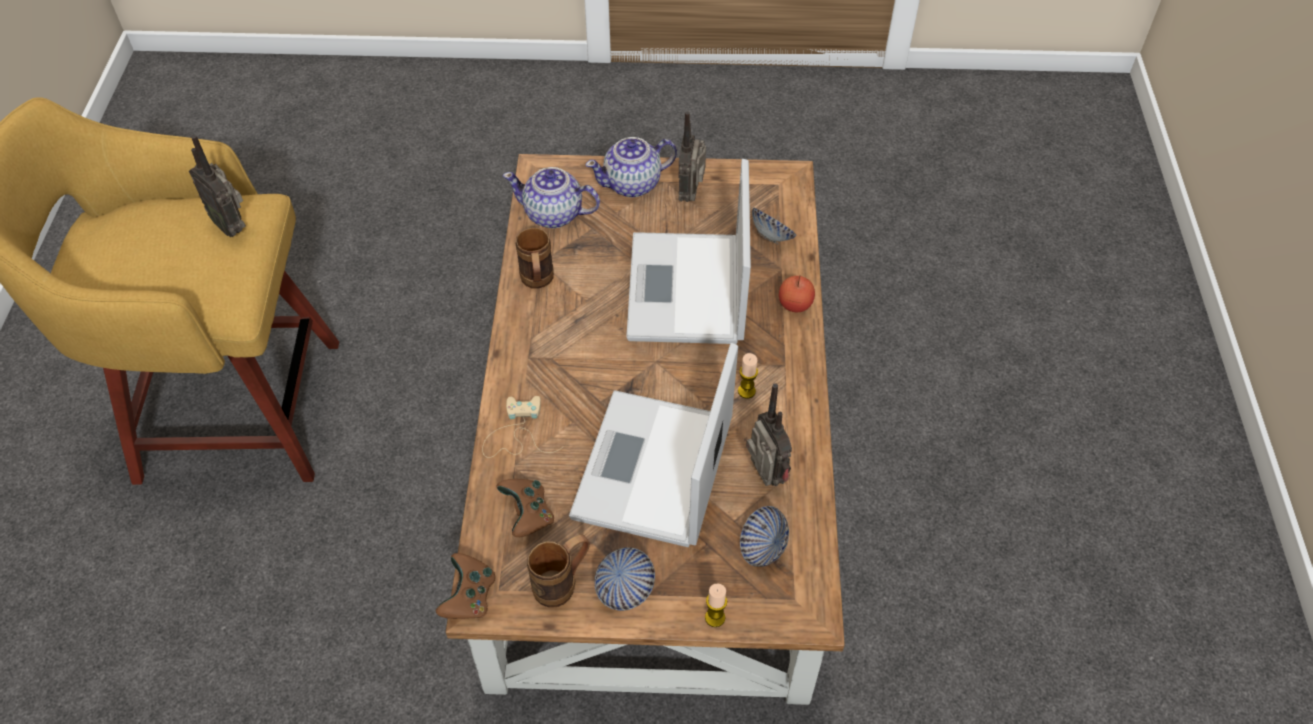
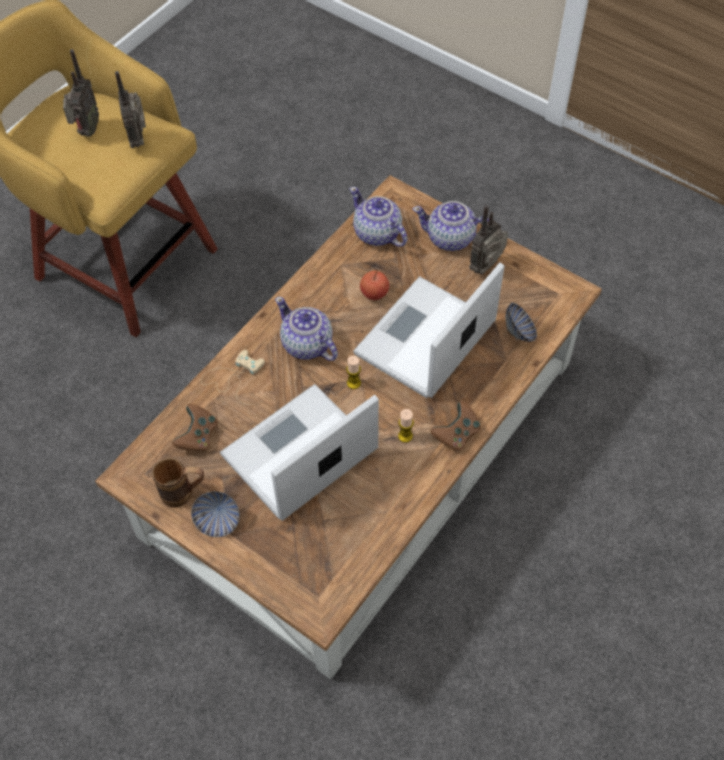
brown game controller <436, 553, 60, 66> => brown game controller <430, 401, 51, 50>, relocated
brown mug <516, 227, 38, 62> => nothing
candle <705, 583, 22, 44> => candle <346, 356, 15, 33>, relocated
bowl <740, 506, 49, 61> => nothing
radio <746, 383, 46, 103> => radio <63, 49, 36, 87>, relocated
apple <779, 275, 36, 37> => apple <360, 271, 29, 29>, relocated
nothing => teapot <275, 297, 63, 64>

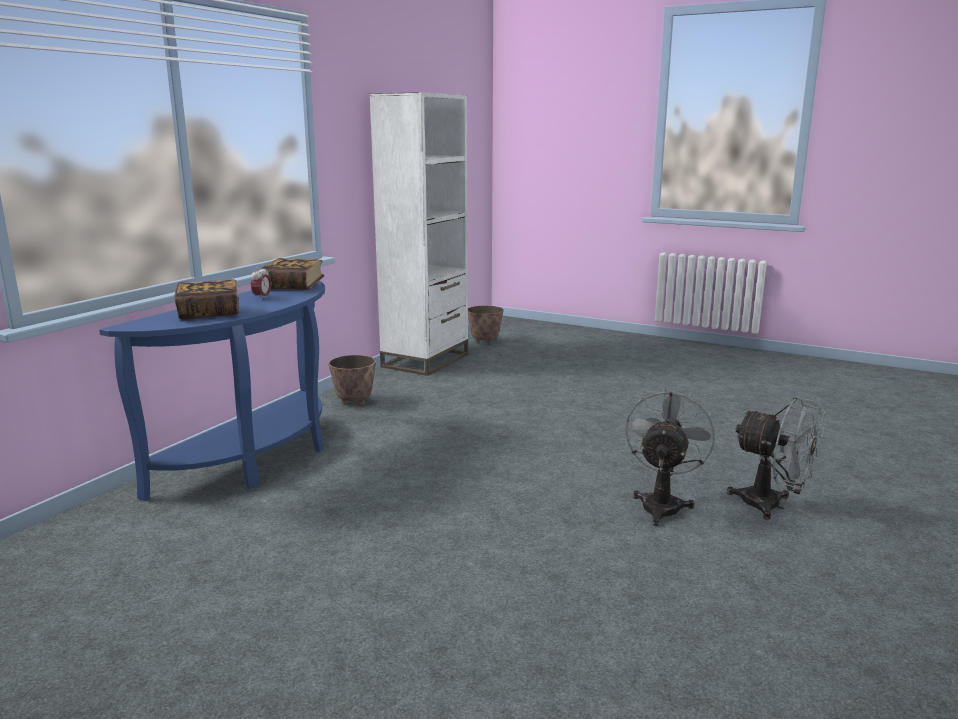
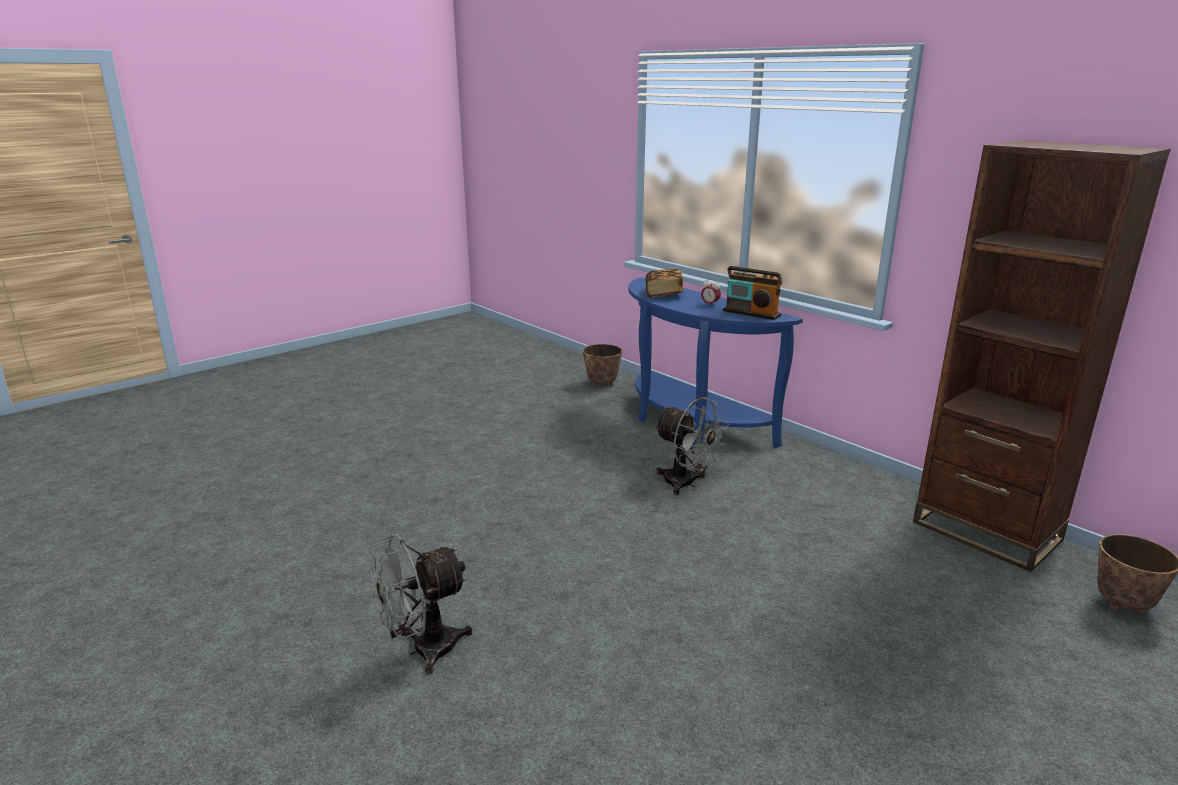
book <261, 258, 63, 32> => radio <723, 266, 59, 54>
planter <328, 355, 48, 50> => planter <583, 344, 39, 43>, relocated
white bookcase <369, 92, 99, 284> => brown bookcase <913, 140, 258, 432>
grey fan <625, 387, 91, 139> => grey fan <654, 397, 75, 98>, relocated

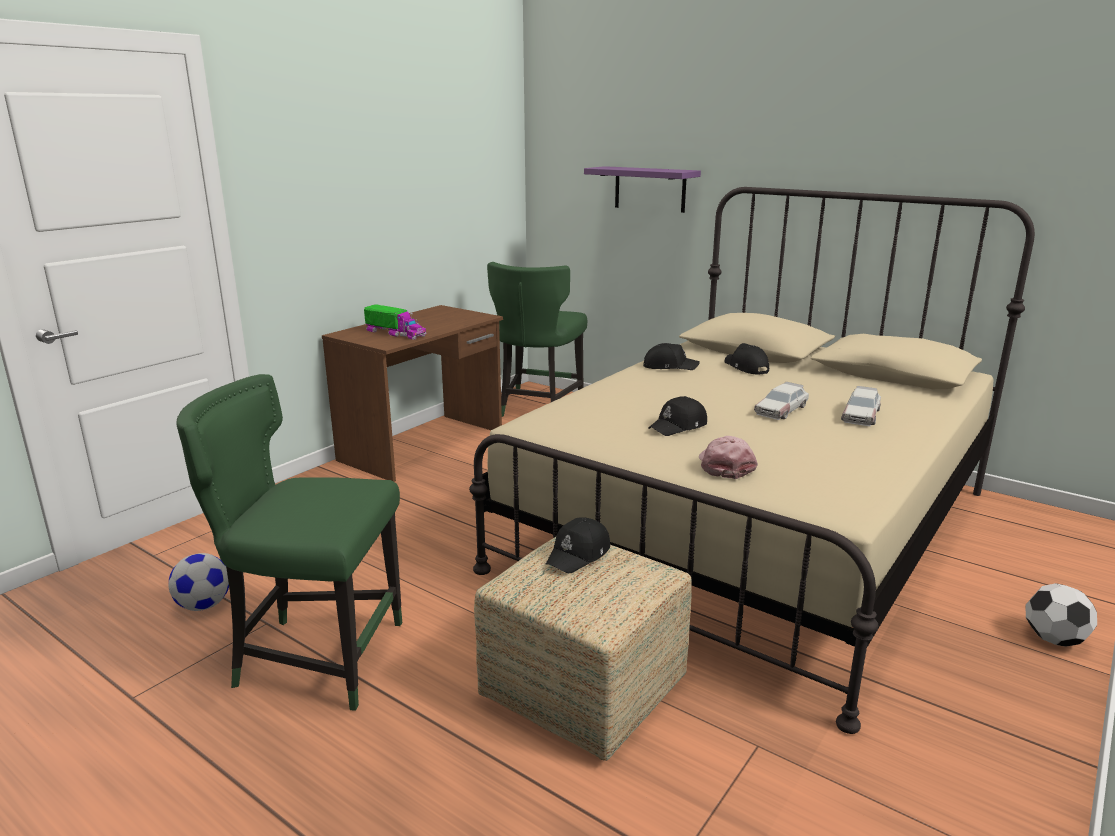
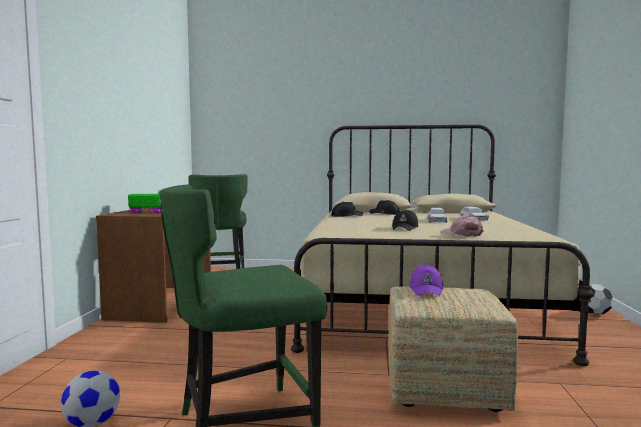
black cap <546, 517, 64, 57> => purple cap <409, 265, 35, 31>
purple shelf <584, 166, 117, 47> => nothing

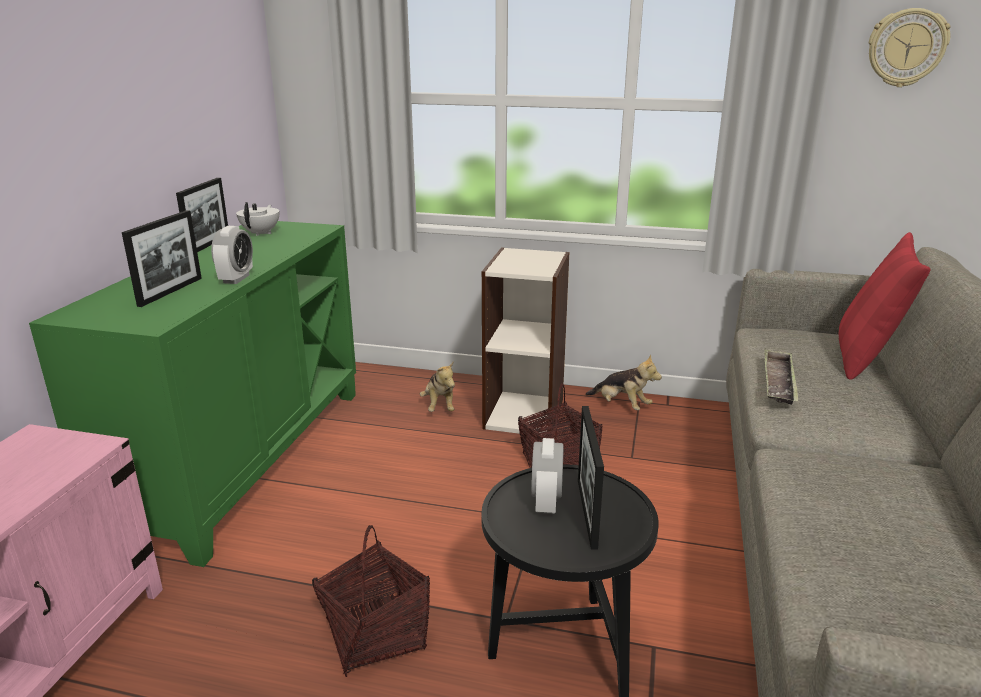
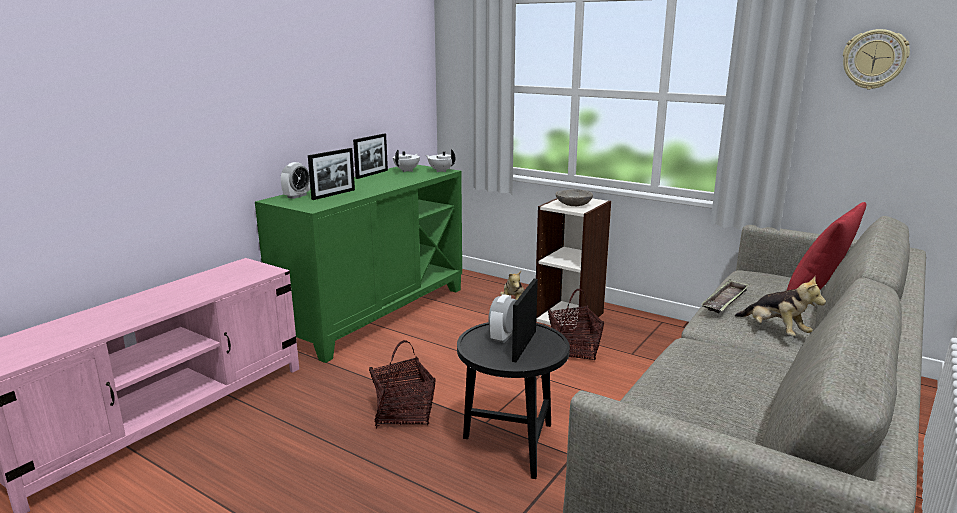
alarm clock <211, 226, 42, 58> => alarm clock <281, 162, 29, 37>, relocated
plush toy <585, 355, 77, 55> => plush toy <735, 276, 91, 60>, relocated
nothing => white teapot <426, 149, 29, 23>
nothing => grey bowl <555, 189, 38, 17>

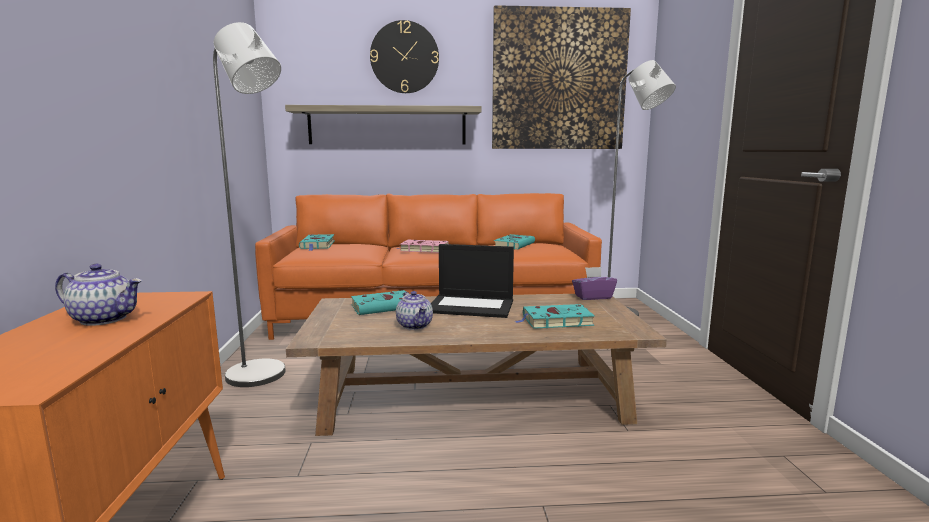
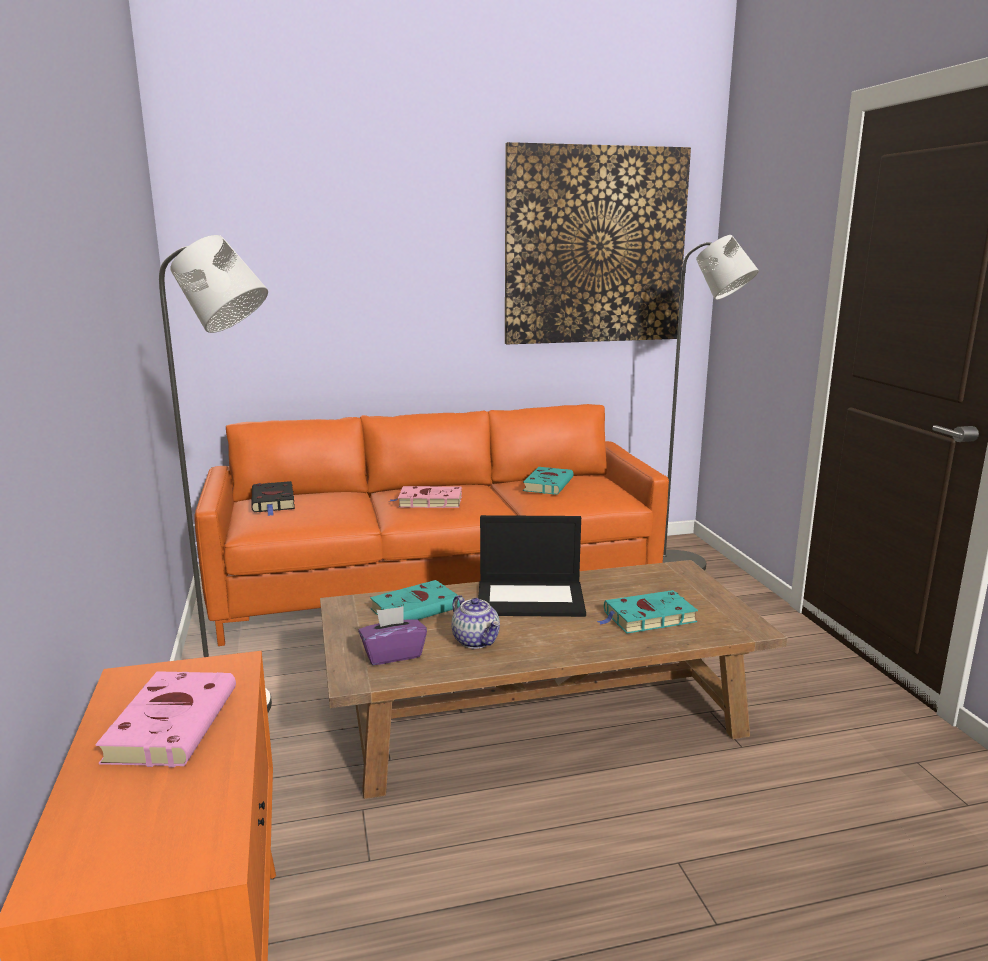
teapot <55, 264, 87, 62> => pink book <95, 671, 141, 97>
shelf <285, 105, 197, 39> => nothing
turquoise book <299, 234, 36, 17> => black book <251, 481, 44, 35>
wall clock <370, 20, 69, 73> => nothing
purple tissue box <572, 267, 45, 33> => purple tissue box <358, 606, 69, 59>, relocated

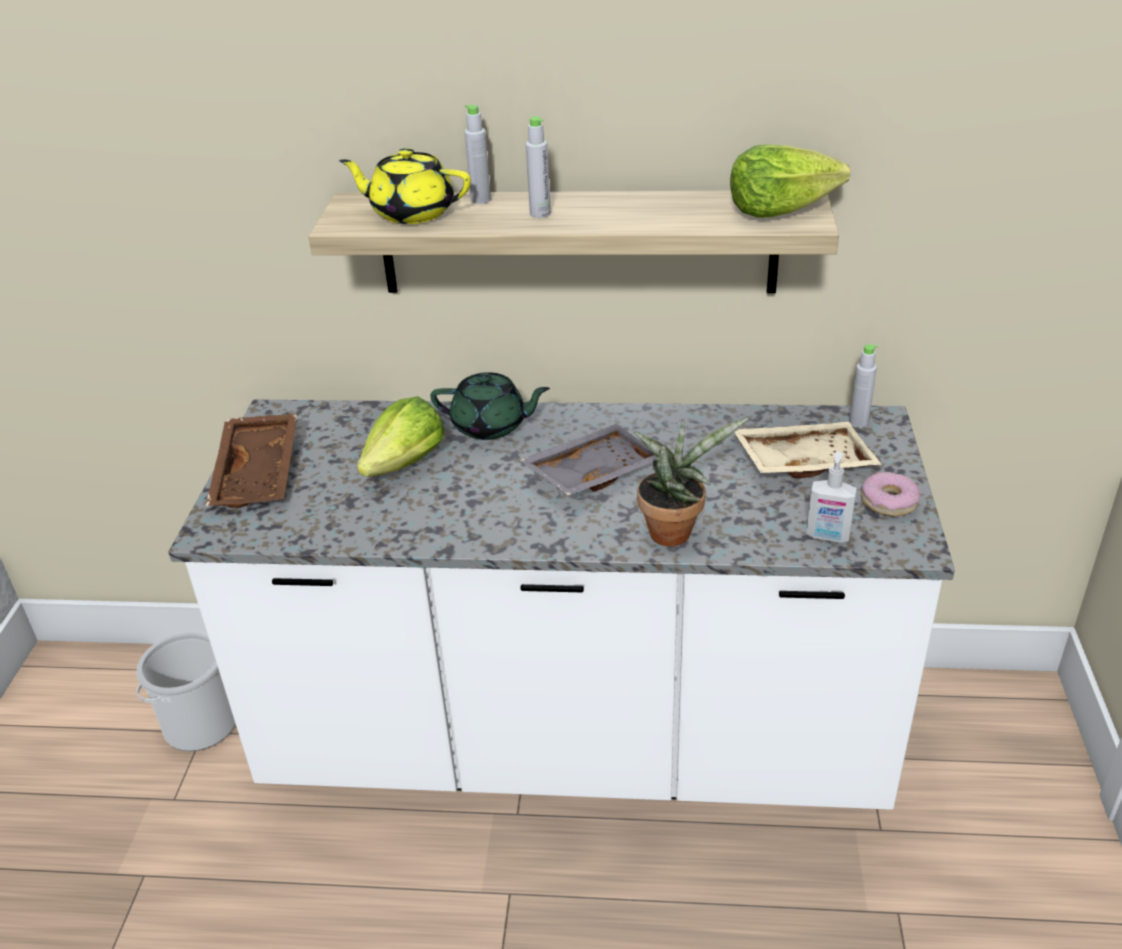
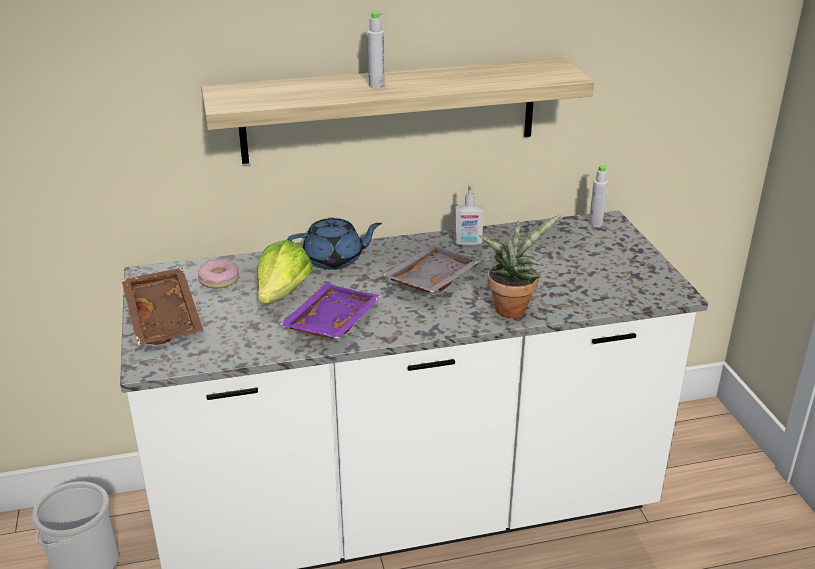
yellow teapot <339, 148, 132, 76> => nothing
green teapot <430, 372, 120, 68> => blue teapot <287, 217, 95, 53>
grey bottle <464, 105, 27, 99> => nothing
lettuce <730, 144, 120, 74> => nothing
beige tray <734, 422, 148, 56> => nothing
soap dispenser <806, 452, 51, 91> => soap dispenser <454, 182, 30, 64>, relocated
donut <861, 472, 59, 45> => donut <198, 259, 41, 29>, relocated
nothing => purple tray <279, 283, 102, 56>

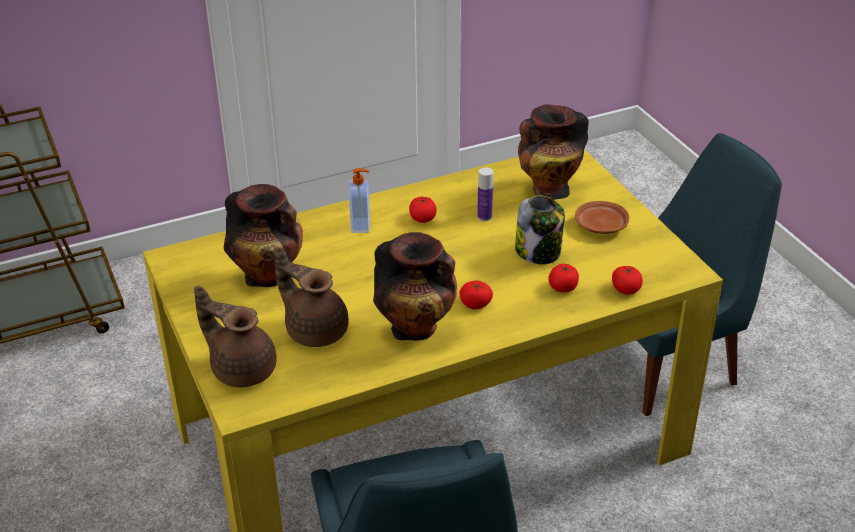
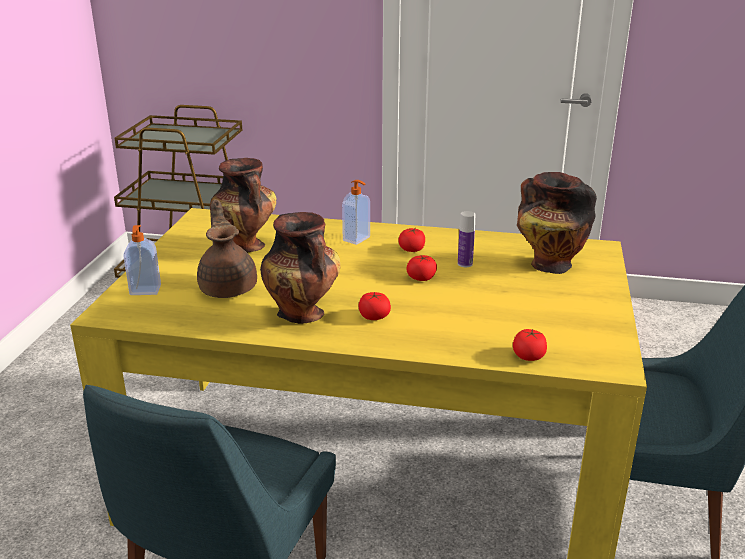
brown teapot <194, 286, 83, 102> => soap dispenser <124, 225, 37, 70>
jar <515, 195, 50, 69> => nothing
tomato <549, 264, 30, 28> => tomato <406, 255, 31, 26>, relocated
brown plate <575, 201, 54, 33> => nothing

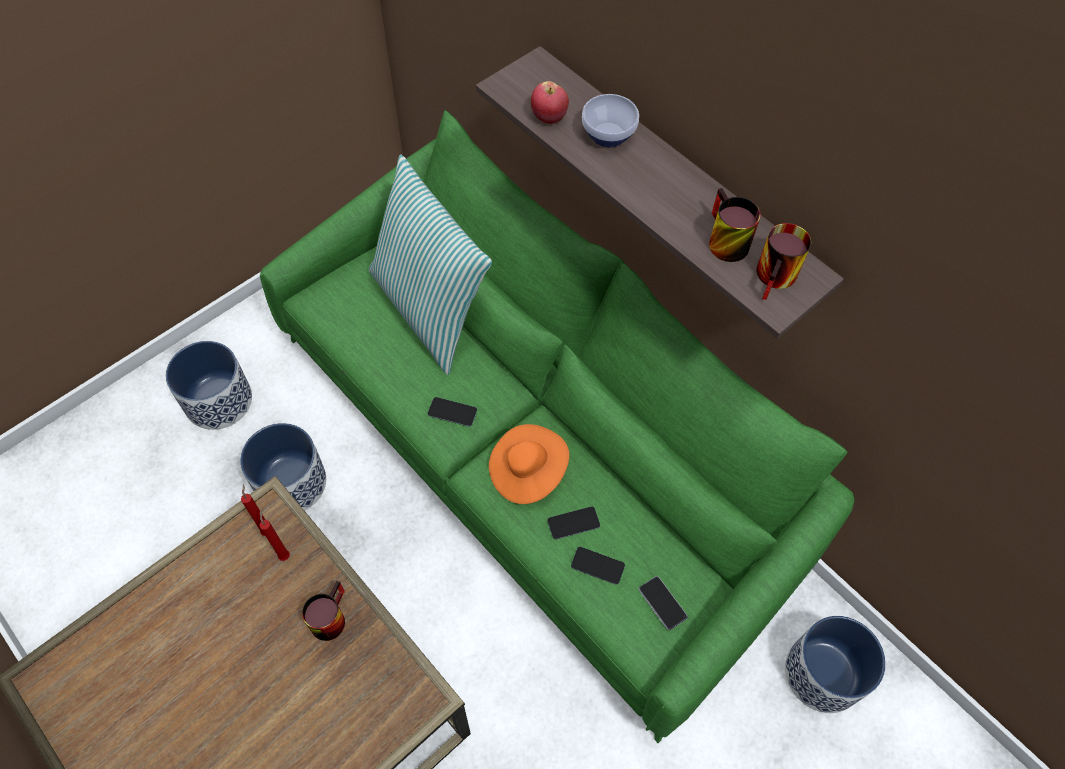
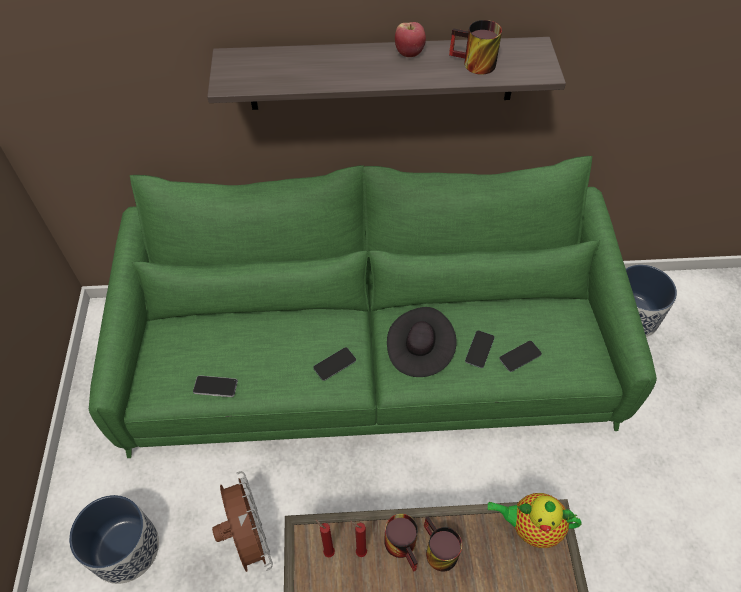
planter <240, 423, 86, 88> => brown fan <212, 471, 61, 101>
pillow <369, 155, 123, 220> => nothing
orange hat <489, 424, 80, 80> => black hat <387, 307, 70, 70>
apple <531, 81, 38, 43> => apple <395, 22, 31, 35>, relocated
bowl <582, 94, 57, 53> => nothing
phone <639, 576, 49, 54> => phone <193, 375, 45, 22>, relocated
mug <757, 223, 54, 77> => mug <384, 514, 34, 58>, relocated
nothing => teapot <488, 493, 94, 55>

